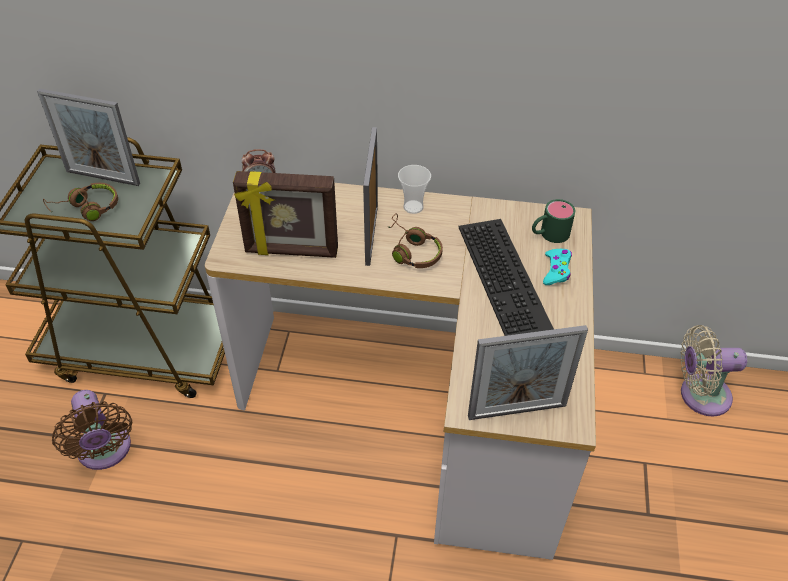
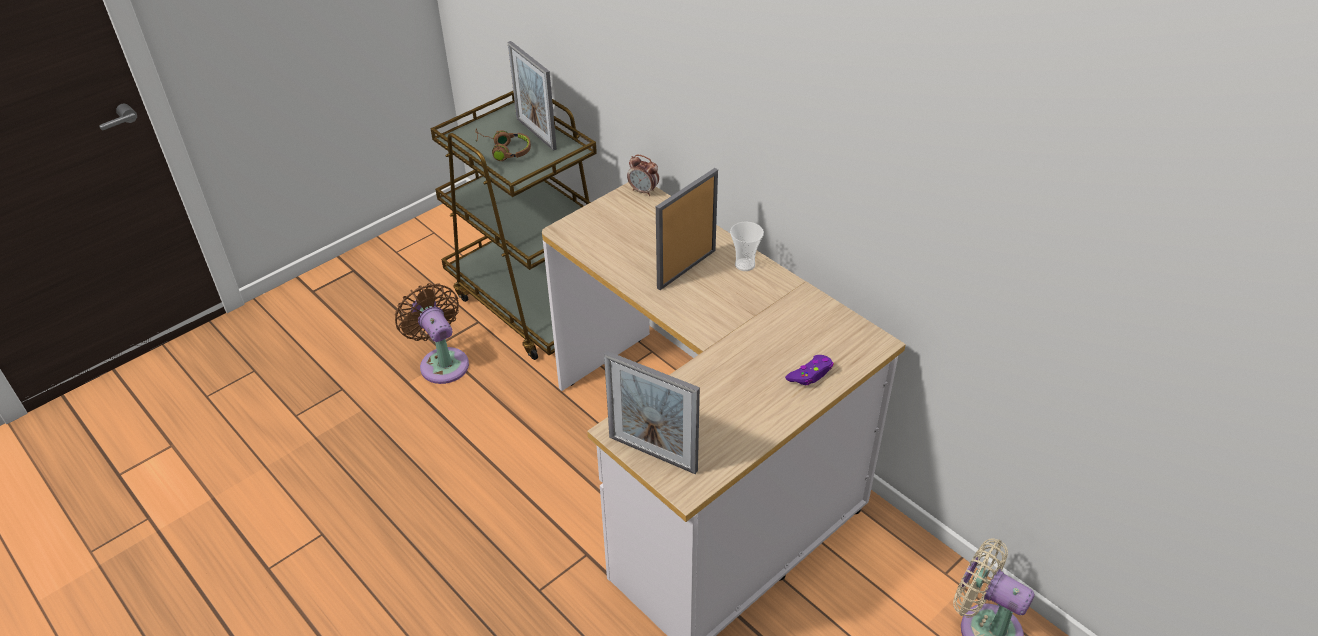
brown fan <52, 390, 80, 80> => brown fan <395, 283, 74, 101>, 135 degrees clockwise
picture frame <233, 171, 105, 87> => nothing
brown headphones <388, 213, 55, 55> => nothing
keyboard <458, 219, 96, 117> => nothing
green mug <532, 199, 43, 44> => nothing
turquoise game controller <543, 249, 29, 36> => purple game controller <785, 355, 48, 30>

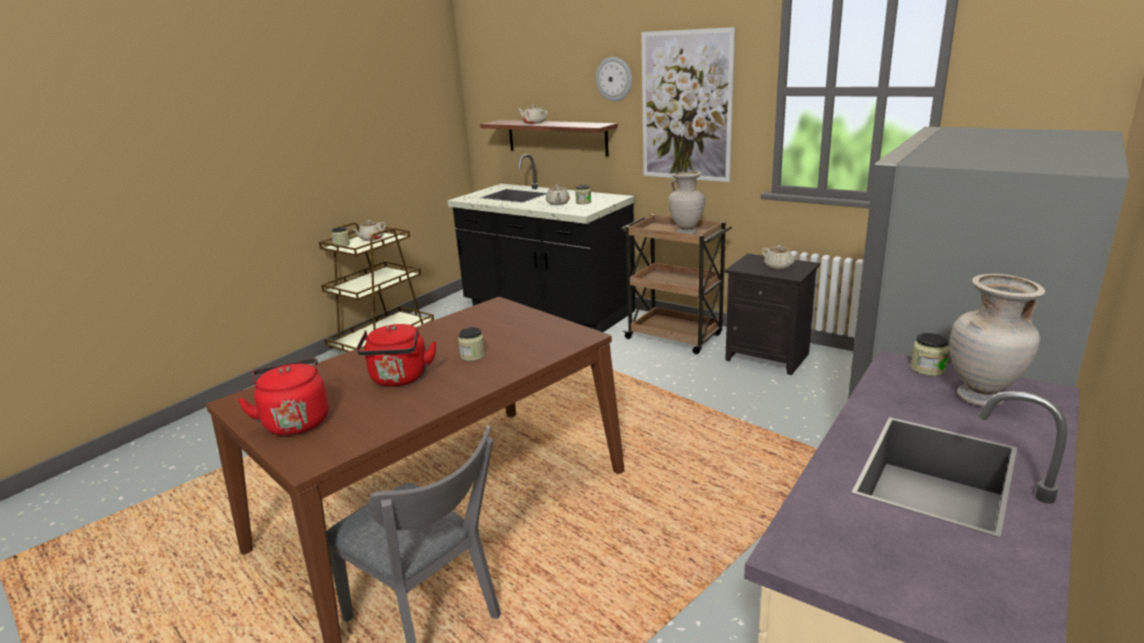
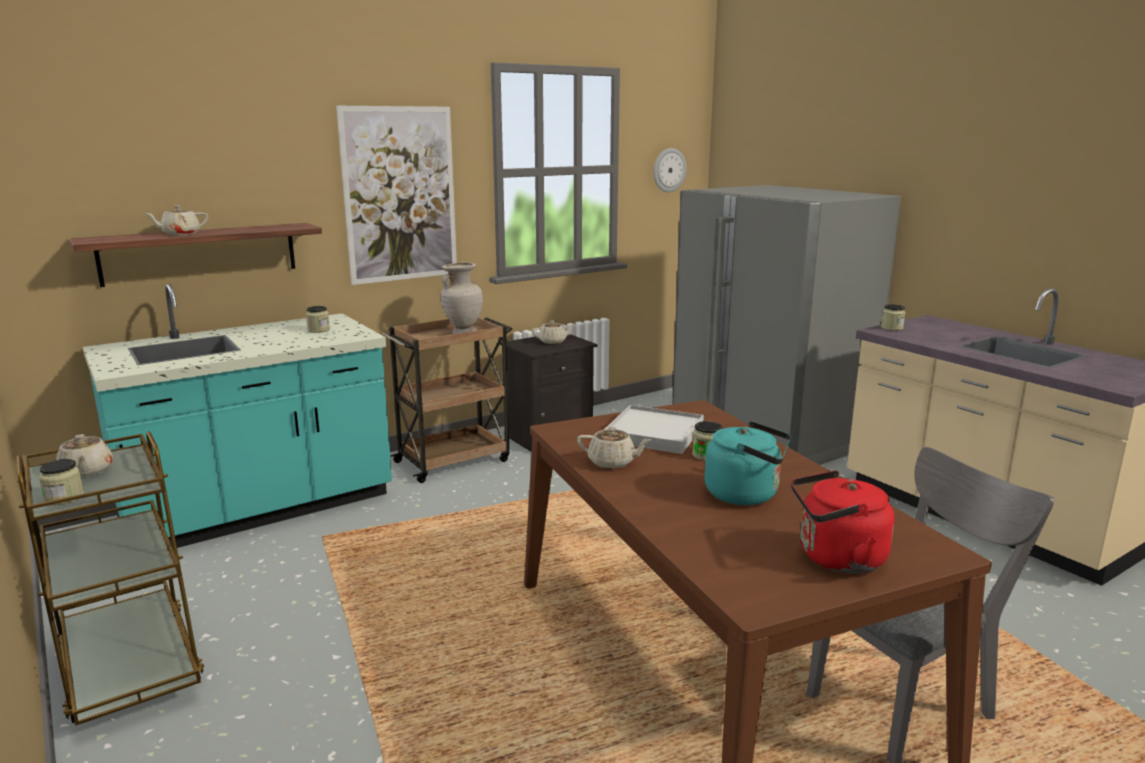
red kettle <356, 324, 80, 63> => turquoise kettle <704, 421, 87, 84>
black counter <447, 154, 188, 178> => turquoise counter <83, 284, 309, 264>
beige teapot <546, 185, 24, 20> => beige teapot <577, 427, 75, 42>, relocated
wall clock <596, 57, 36, 44> => wall clock <653, 148, 33, 44>, relocated
beige vase <950, 274, 95, 133> => nothing
nothing => white tray <604, 405, 100, 49>

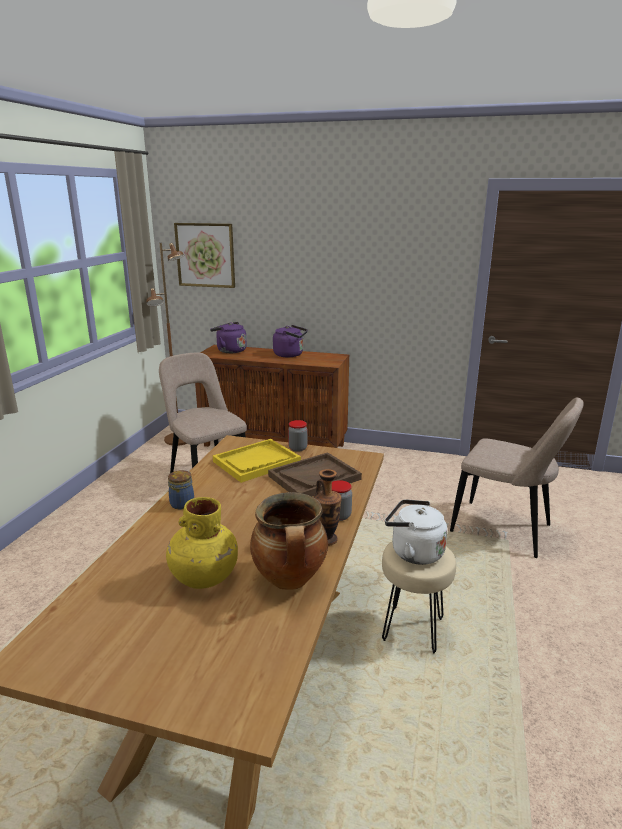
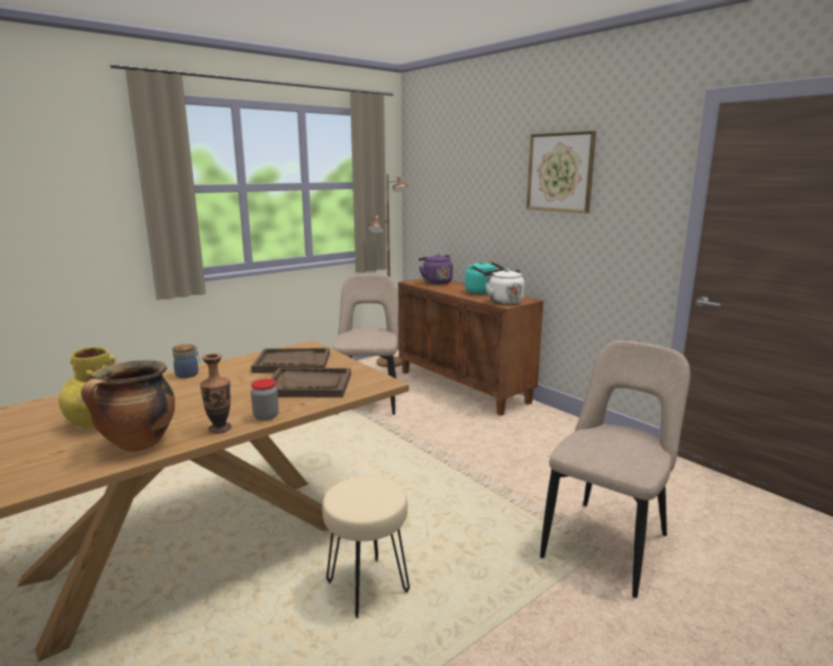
picture <174, 223, 61, 65> => picture <526, 131, 70, 82>, relocated
yellow tray <213, 439, 88, 44> => brown tray <251, 348, 79, 25>
purple kettle <273, 325, 35, 32> => turquoise kettle <465, 261, 39, 33>
jar <288, 420, 20, 32> => nothing
white kettle <385, 499, 62, 66> => white kettle <484, 269, 40, 36>, relocated
beige chair <450, 397, 134, 161> => beige chair <540, 341, 150, 257>, 120 degrees counterclockwise

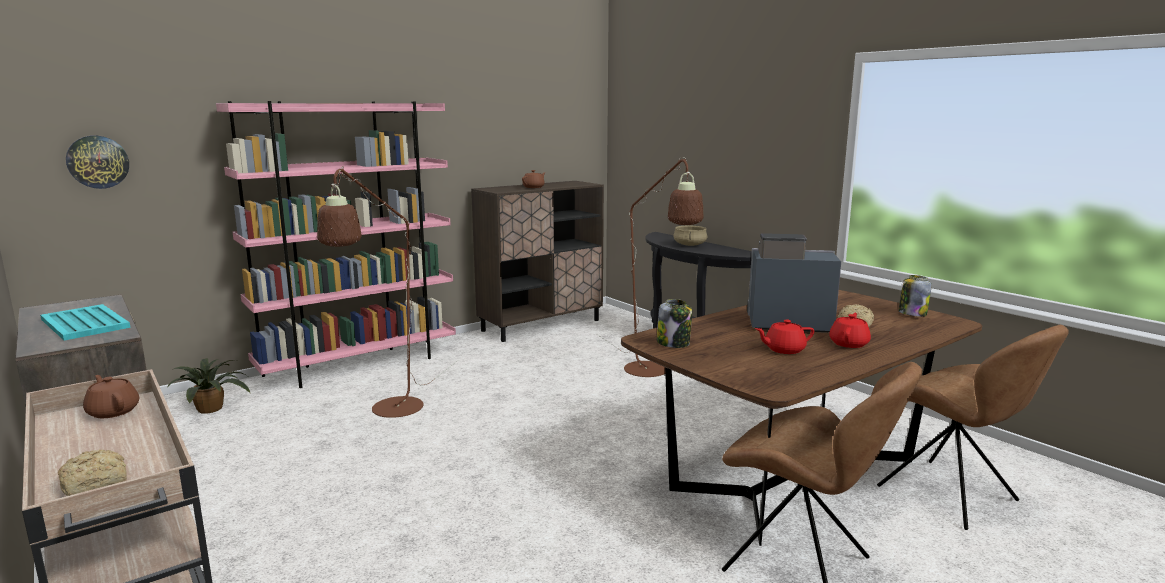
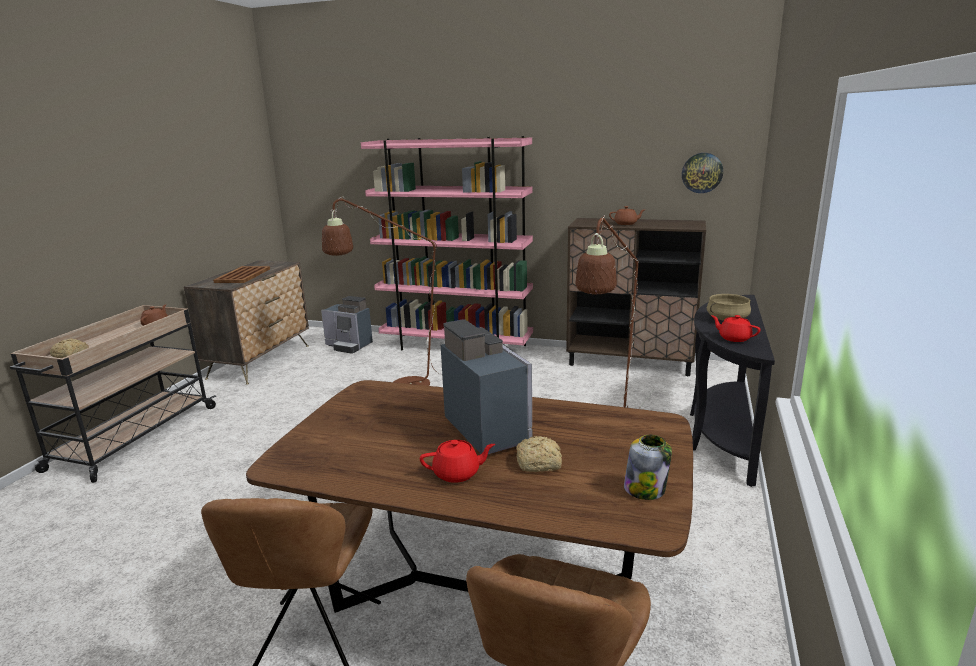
turquoise tray <40, 304, 91, 37> => brown tray <213, 266, 57, 17>
wall clock <66, 135, 63, 54> => wall clock <682, 153, 41, 40>, relocated
potted plant <168, 358, 82, 56> => coffee machine <321, 296, 52, 58>
jar <657, 299, 35, 49> => nothing
red teapot <755, 319, 59, 35> => red teapot <711, 315, 50, 27>, relocated

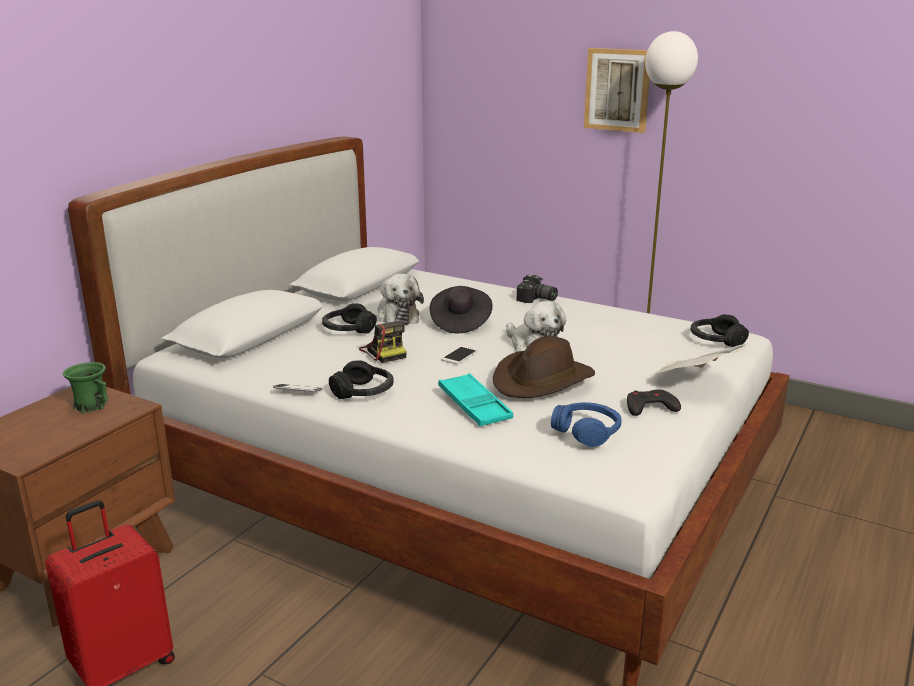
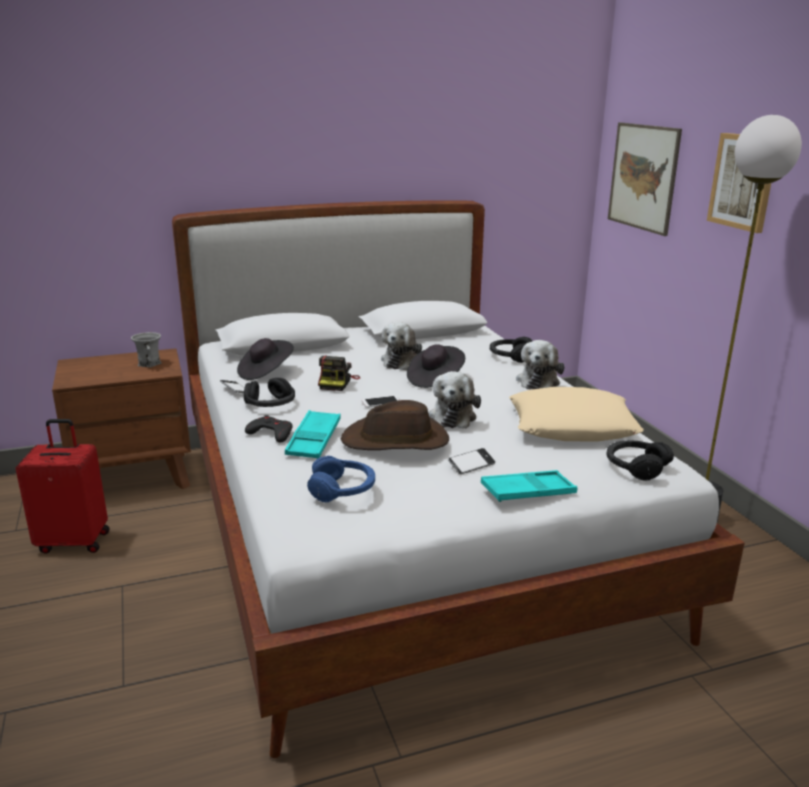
green mug <63, 362, 45, 51> => grey mug <131, 332, 31, 36>
black headphones <322, 303, 55, 31> => black headphones <490, 336, 43, 27>, relocated
photo camera <517, 274, 41, 29> => plush toy <516, 340, 49, 49>
black game controller <627, 389, 54, 27> => black game controller <245, 415, 48, 28>, relocated
newspaper <652, 343, 94, 32> => turquoise tray <481, 470, 96, 32>
nothing => black hat <237, 338, 57, 42>
nothing => phone <448, 448, 47, 26>
nothing => beige pillow <509, 387, 135, 54>
nothing => picture <608, 122, 74, 114>

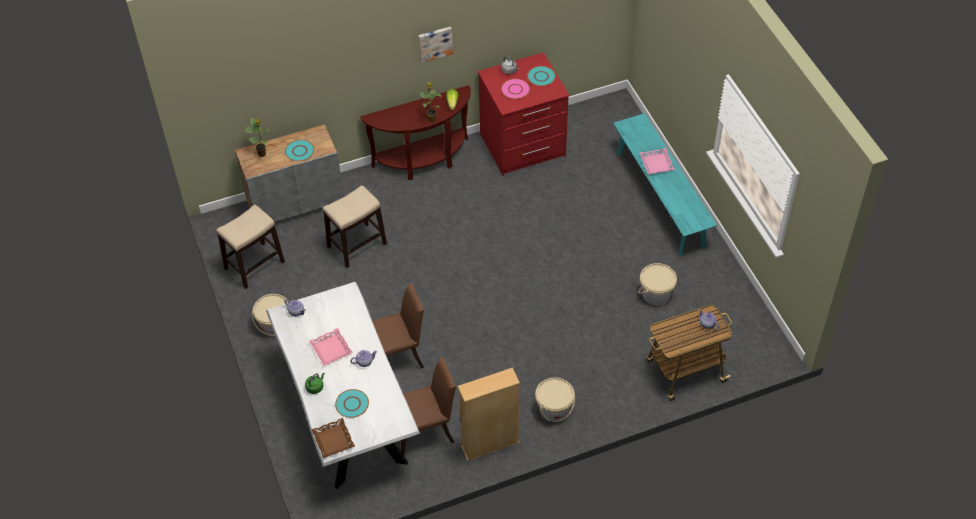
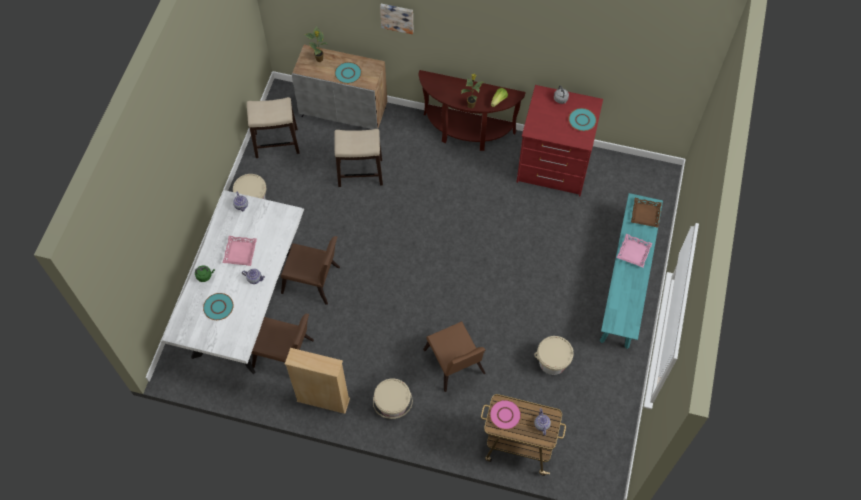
brown tray <311, 418, 44, 40> => brown tray <631, 198, 31, 30>, relocated
picture <418, 26, 35, 37> => picture <380, 4, 34, 30>, relocated
pink plate <501, 79, 29, 20> => pink plate <490, 400, 31, 30>, relocated
nothing => brown chair <423, 321, 63, 71>

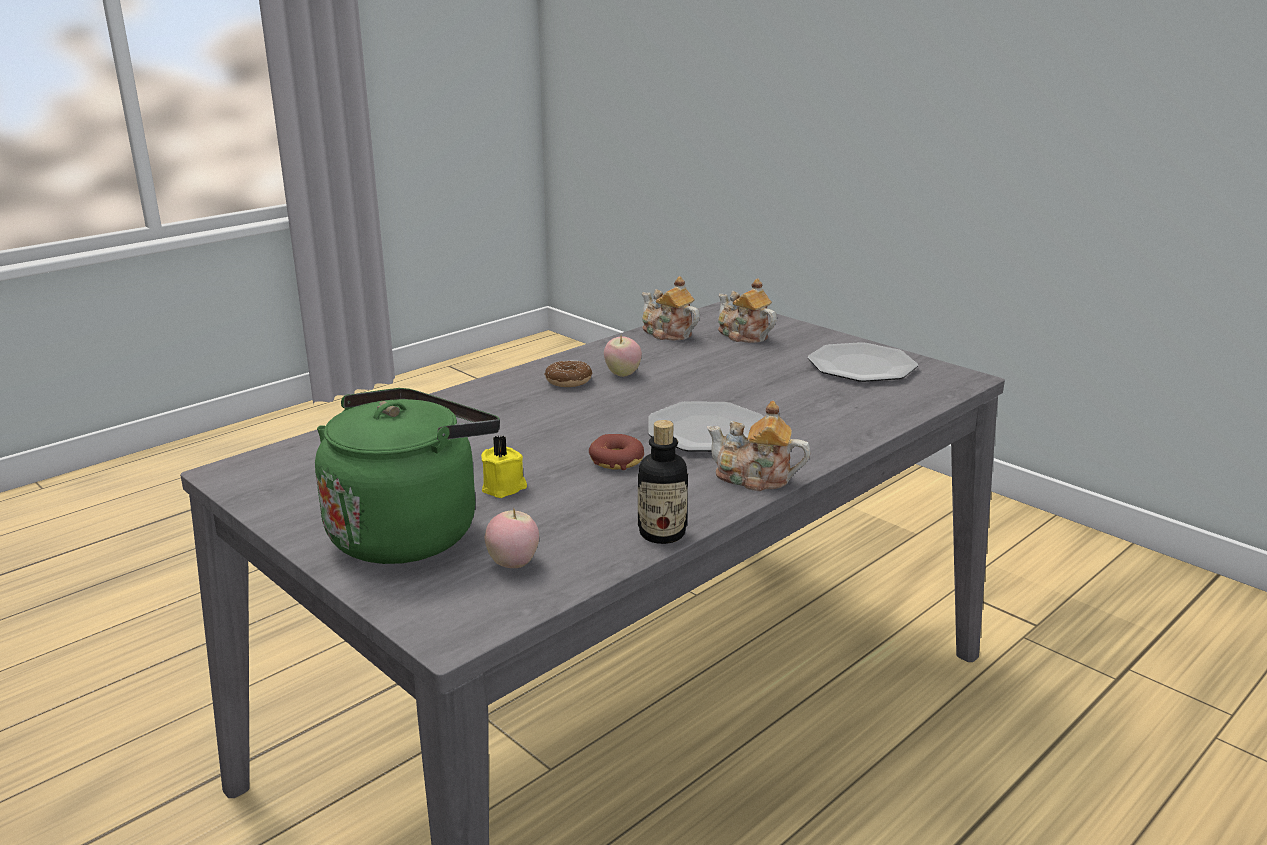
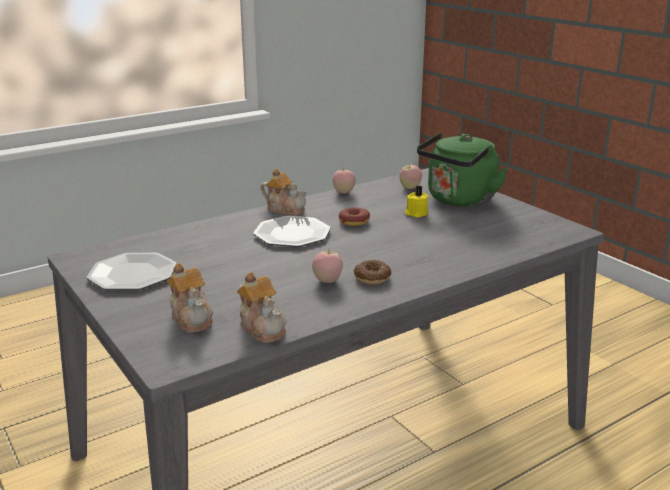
bottle <638, 420, 50, 124> => apple <332, 168, 24, 26>

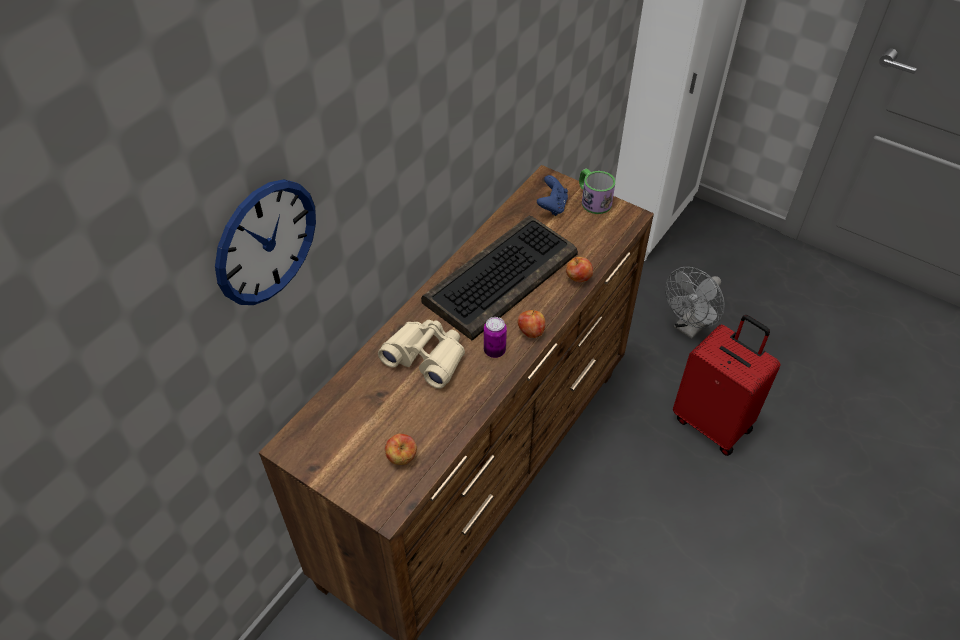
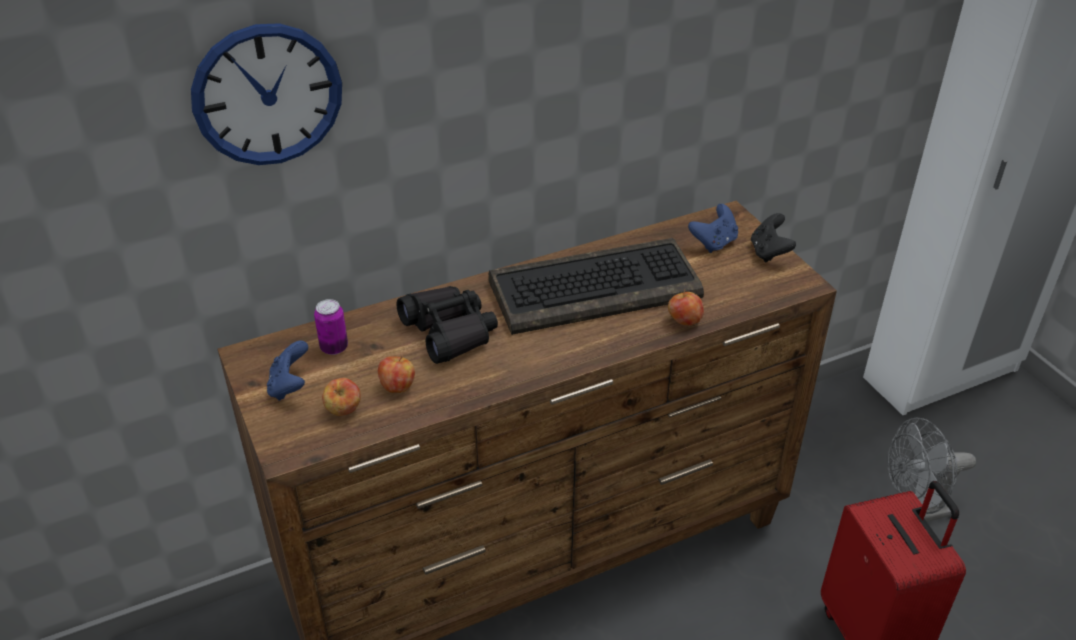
beige binoculars <378, 320, 87, 69> => black binoculars <397, 286, 101, 78>
can <484, 317, 23, 41> => can <314, 299, 34, 56>, relocated
apple <518, 310, 28, 28> => apple <378, 356, 37, 37>, relocated
mug <579, 168, 37, 46> => black game controller <751, 213, 45, 50>
nothing => blue game controller <267, 341, 41, 60>

